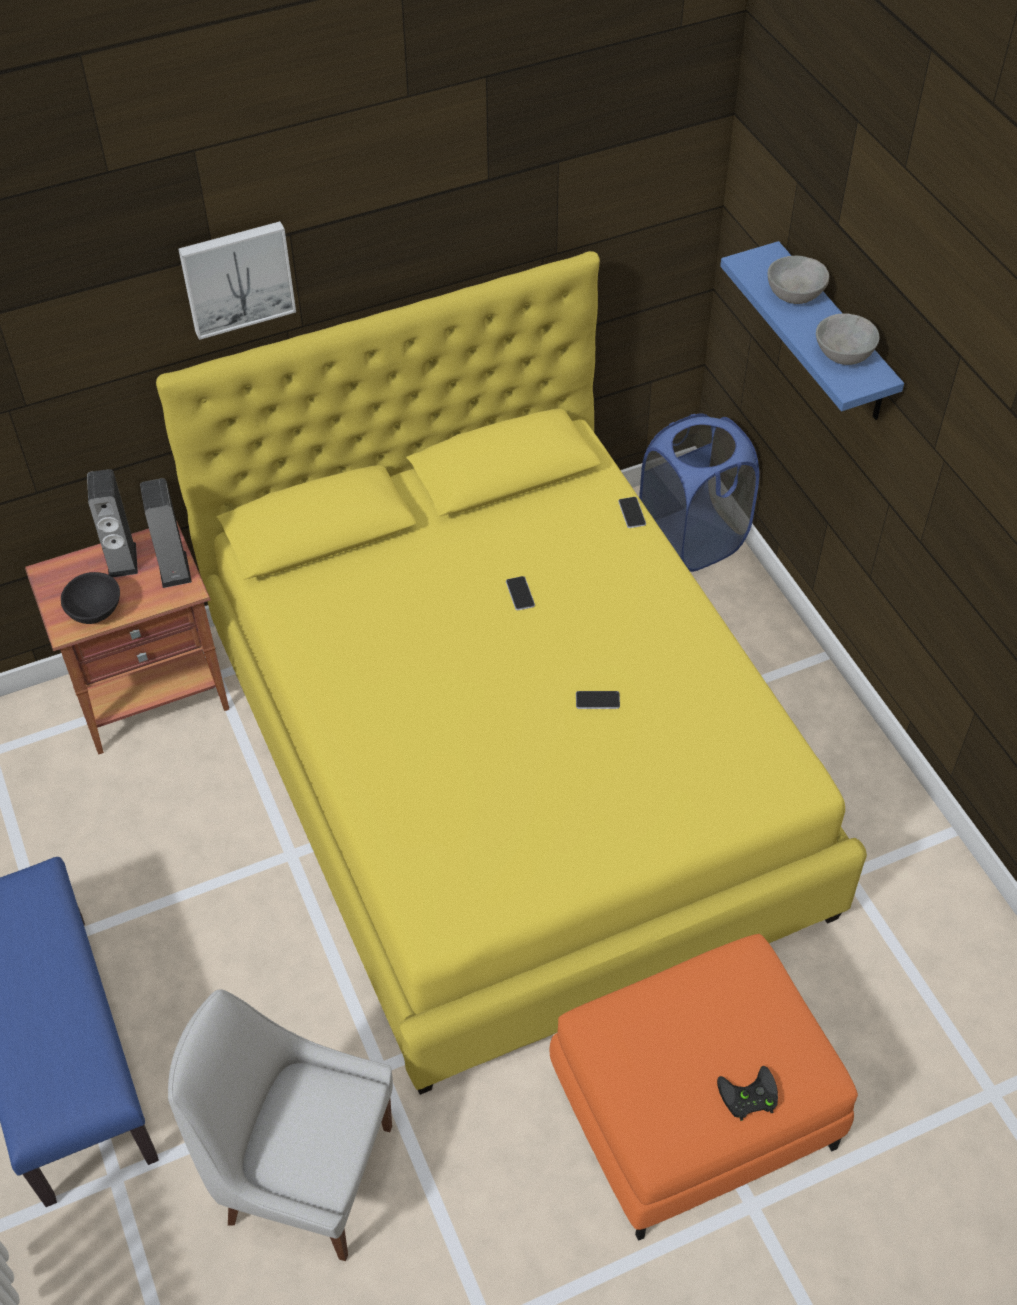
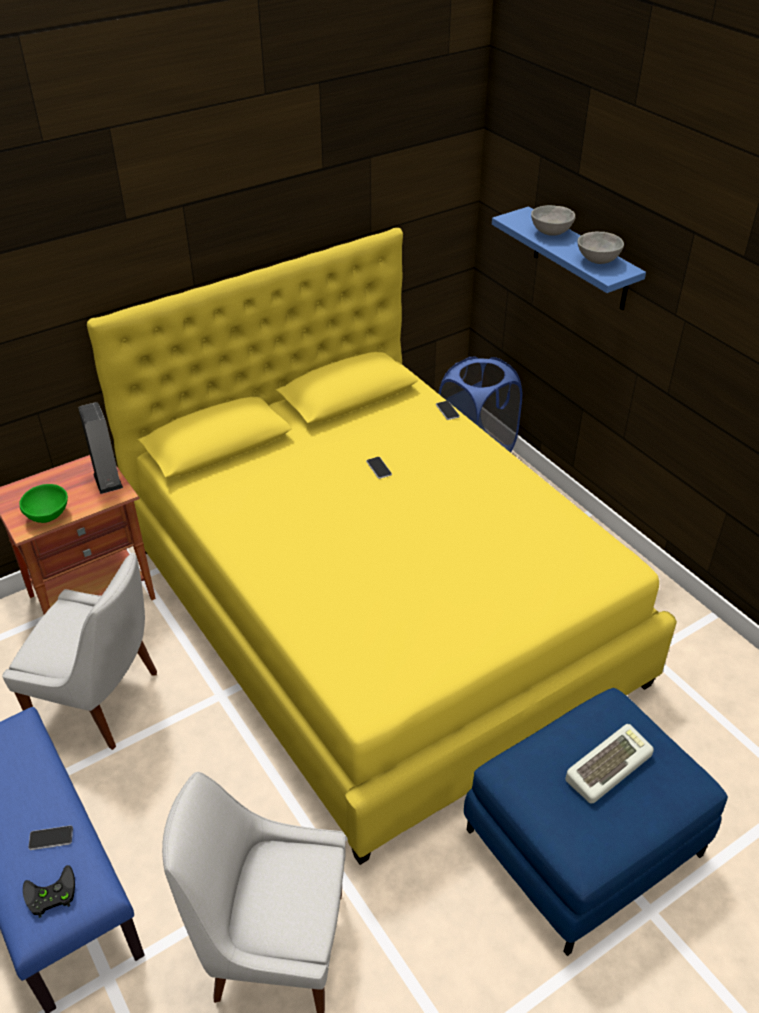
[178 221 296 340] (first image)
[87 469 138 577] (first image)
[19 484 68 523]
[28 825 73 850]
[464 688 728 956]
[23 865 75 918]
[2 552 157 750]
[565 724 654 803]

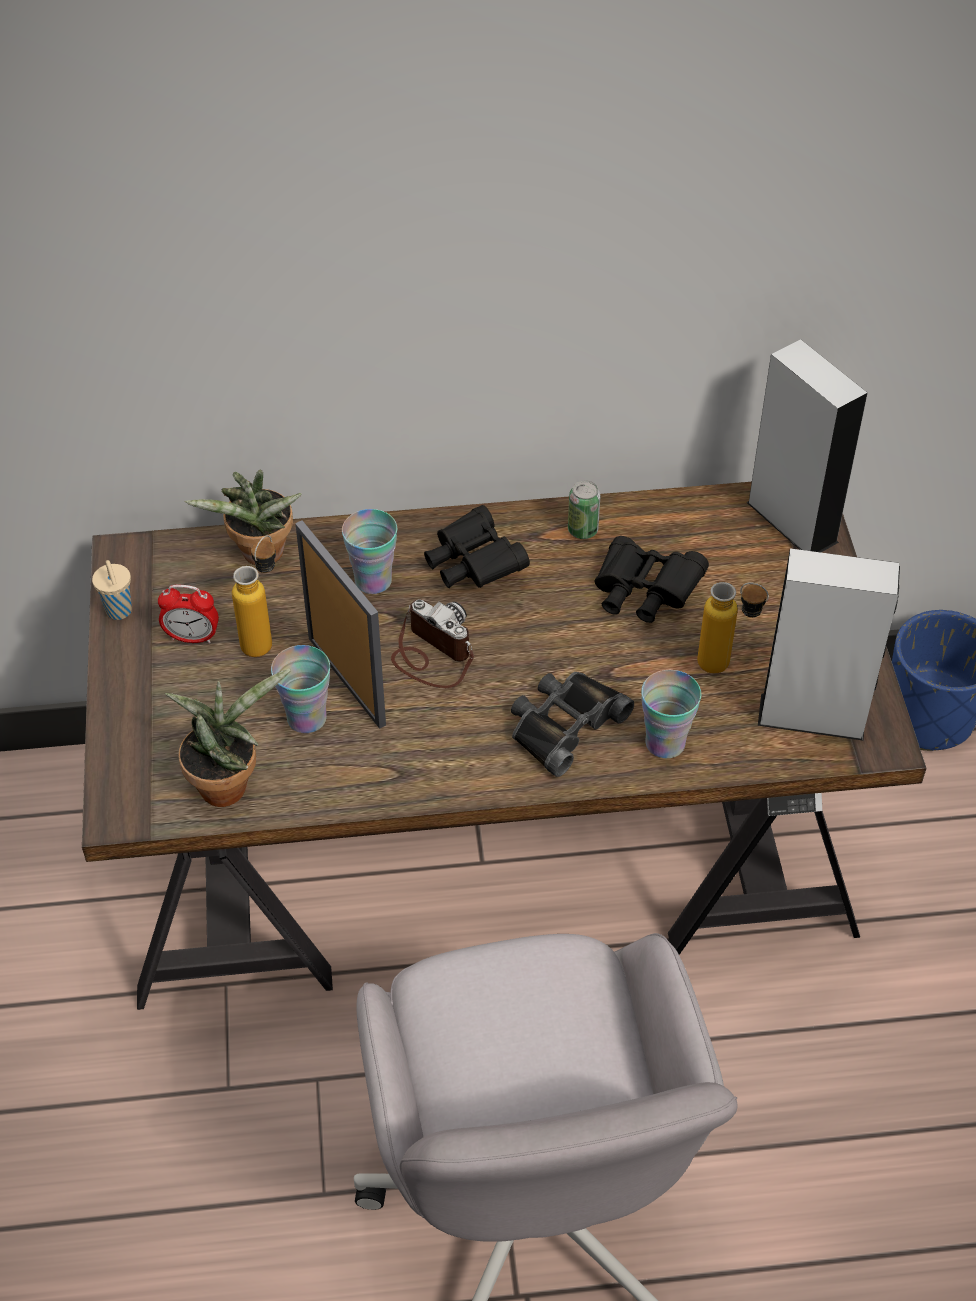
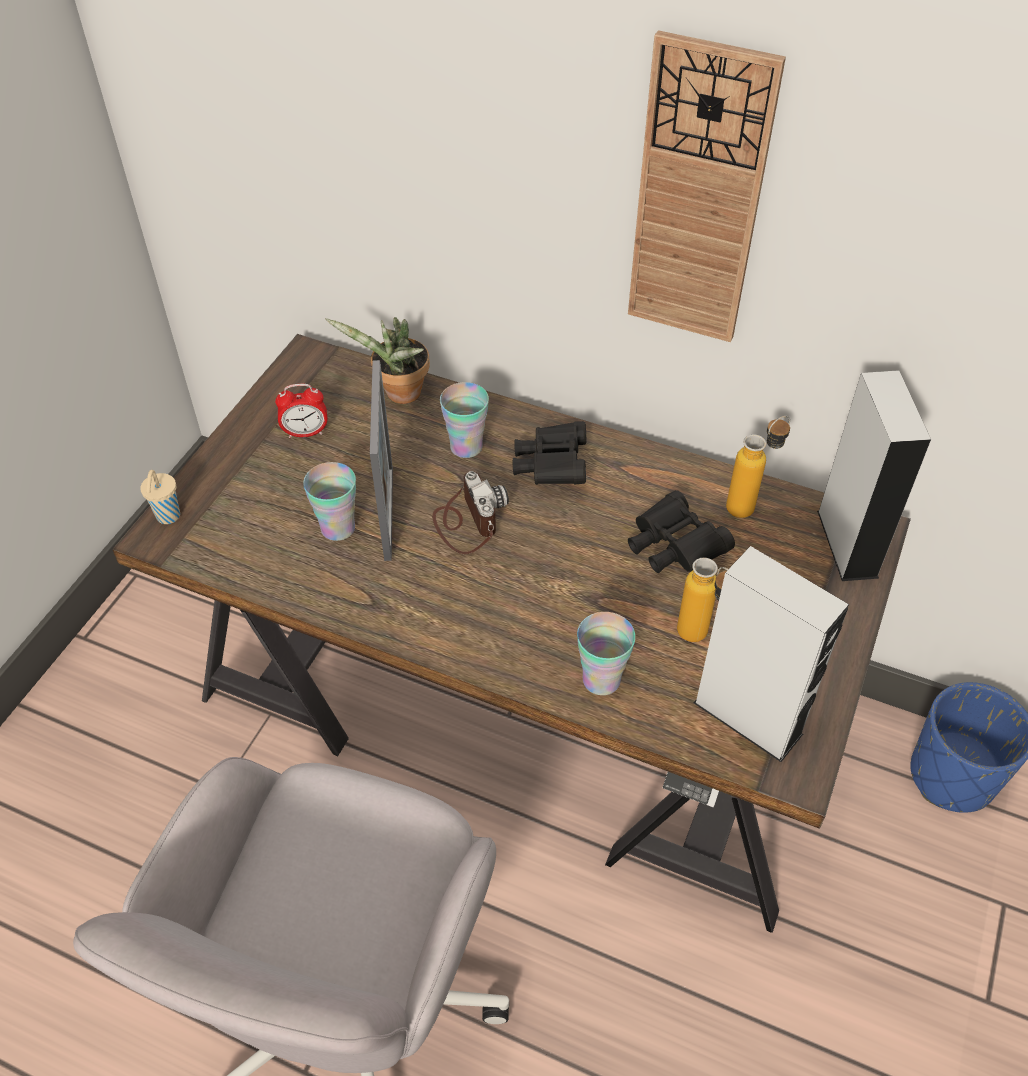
[568 480 600 539] (first image)
[726 416 790 518]
[140 470 180 524]
[275 384 328 438]
[165 669 291 807] (first image)
[511 672 634 777] (first image)
[628 30 786 342]

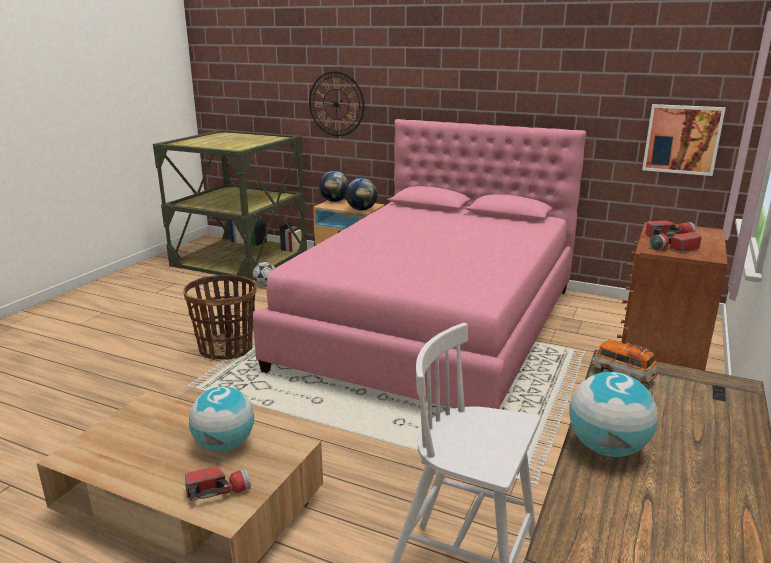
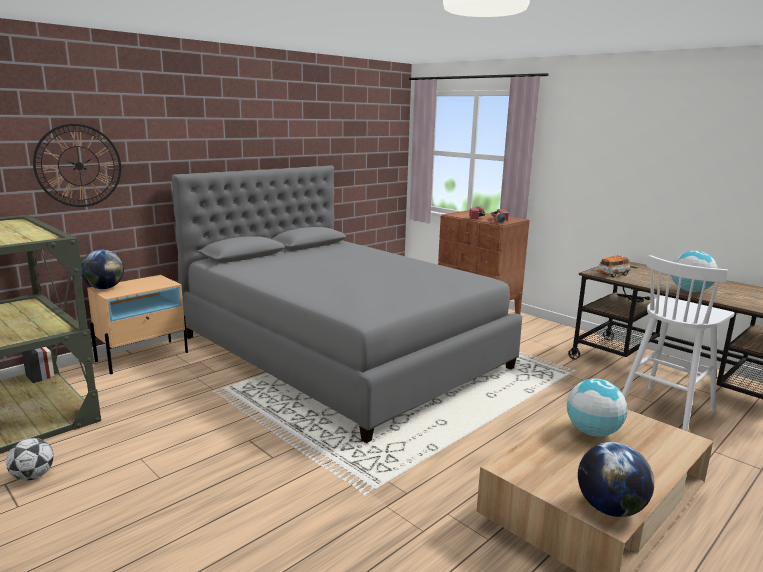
[642 104 726 176] (first image)
[172 165 522 443]
[578 442 654 517]
[6 438 54 481]
[183 275 256 360] (first image)
[185 466 251 501] (first image)

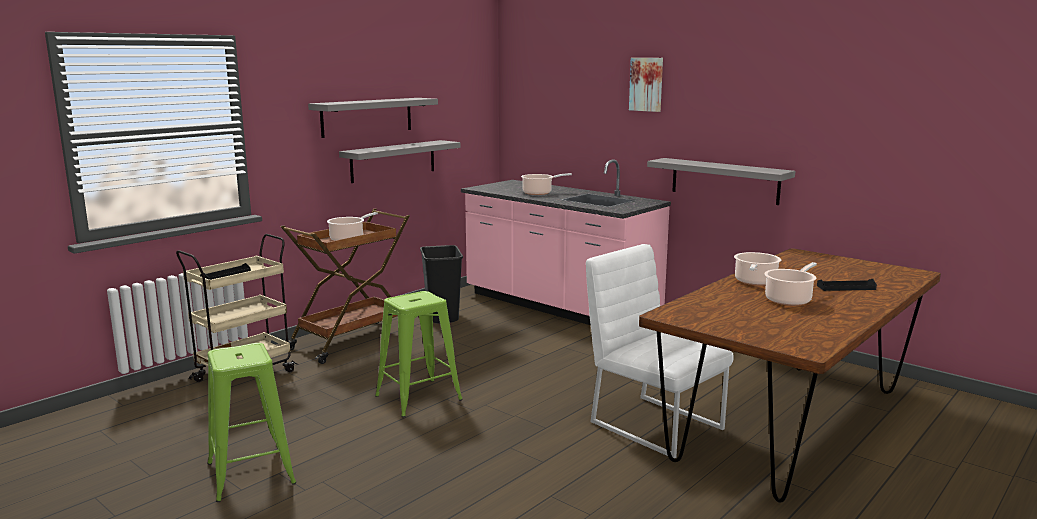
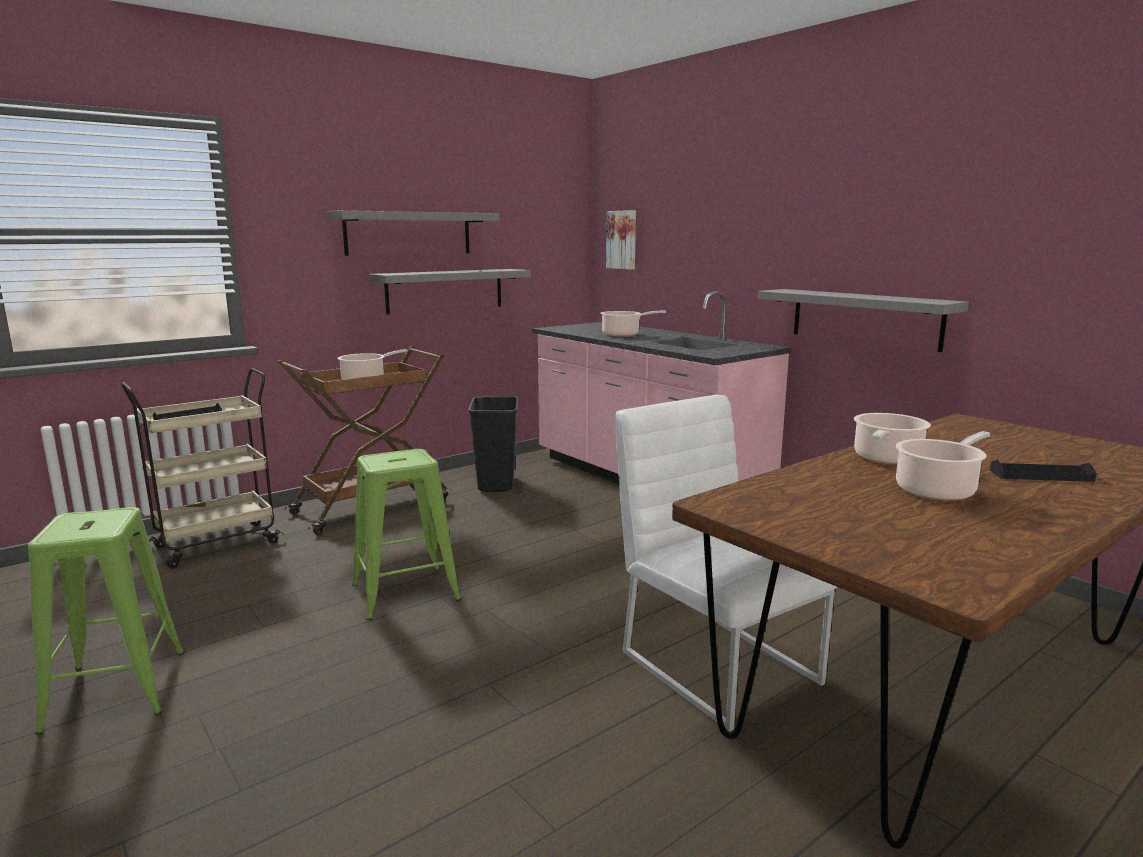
[606 210 636 270]

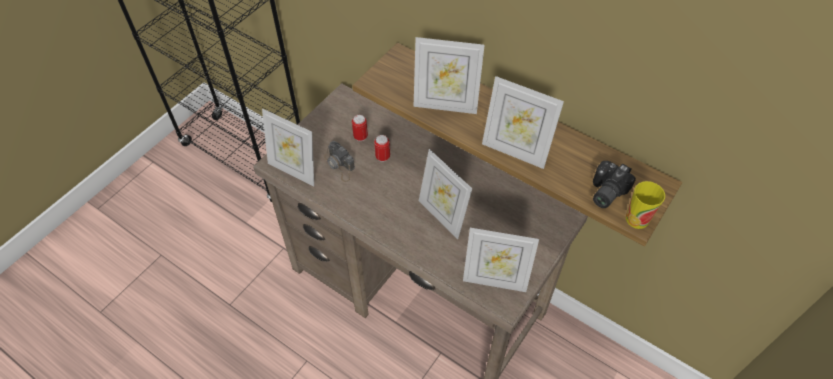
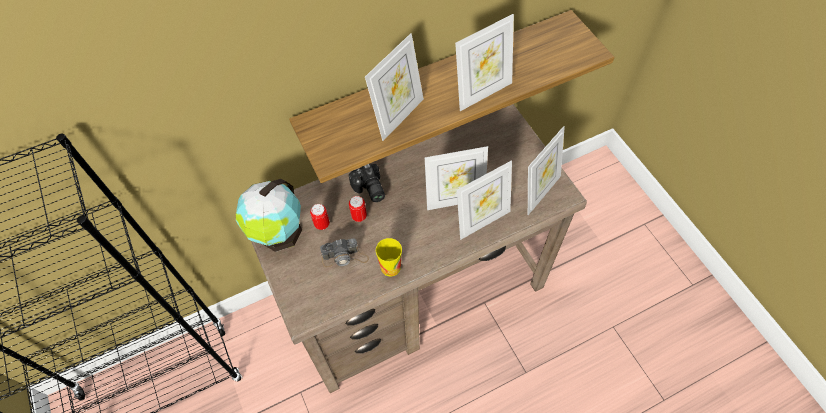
[457 160 512 240]
[349 164 385 202]
[376 238 402 276]
[236 179 302 252]

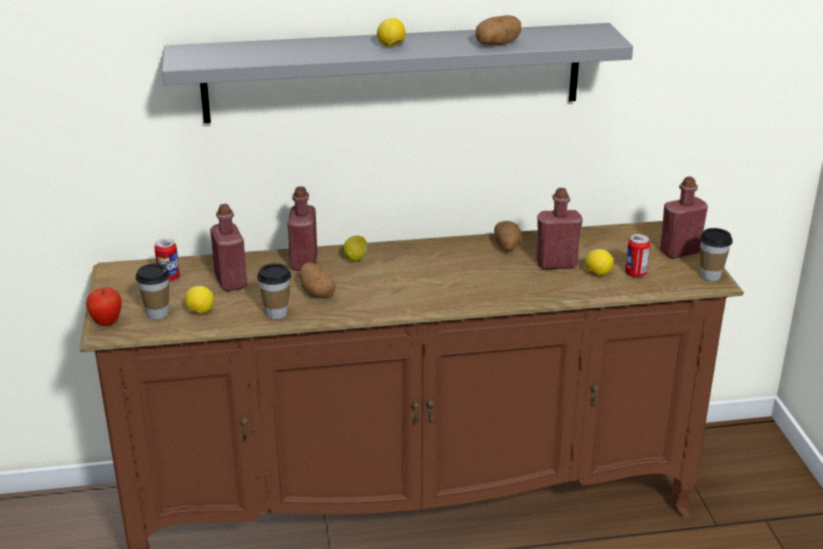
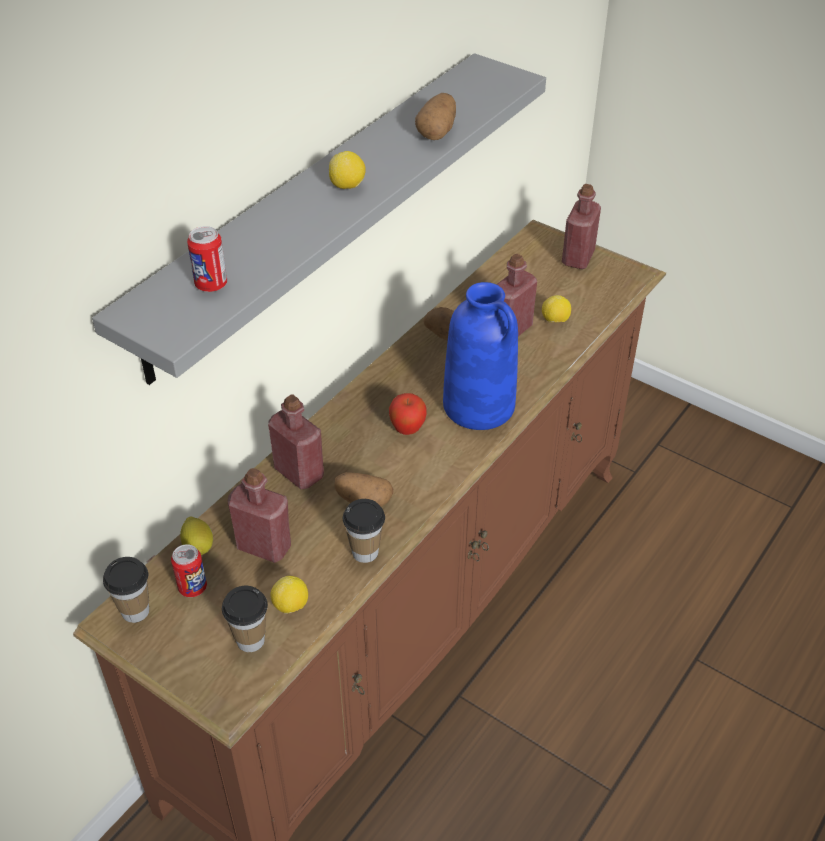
[103 557 149 623]
[187 226 227 292]
[180 516 213 555]
[389 393 427 435]
[443 282 518 430]

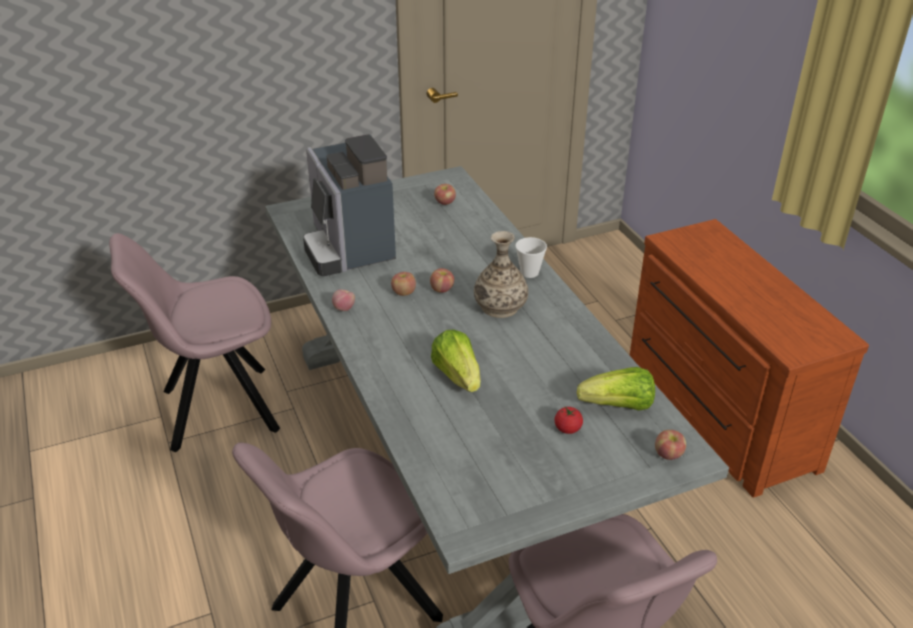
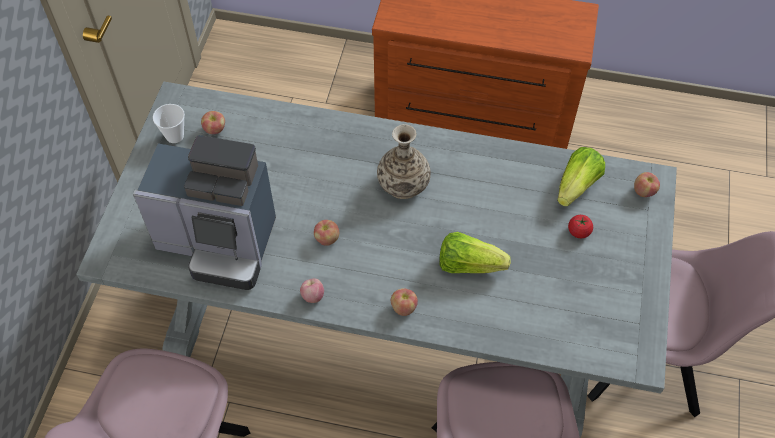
[153 104 185 143]
[391 288 418 316]

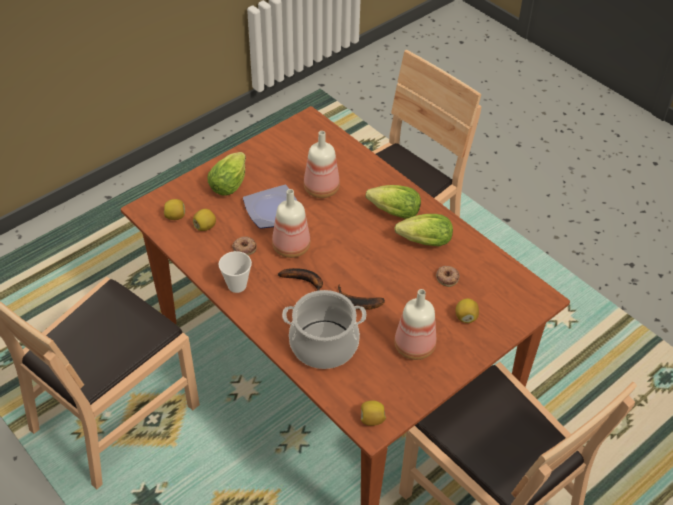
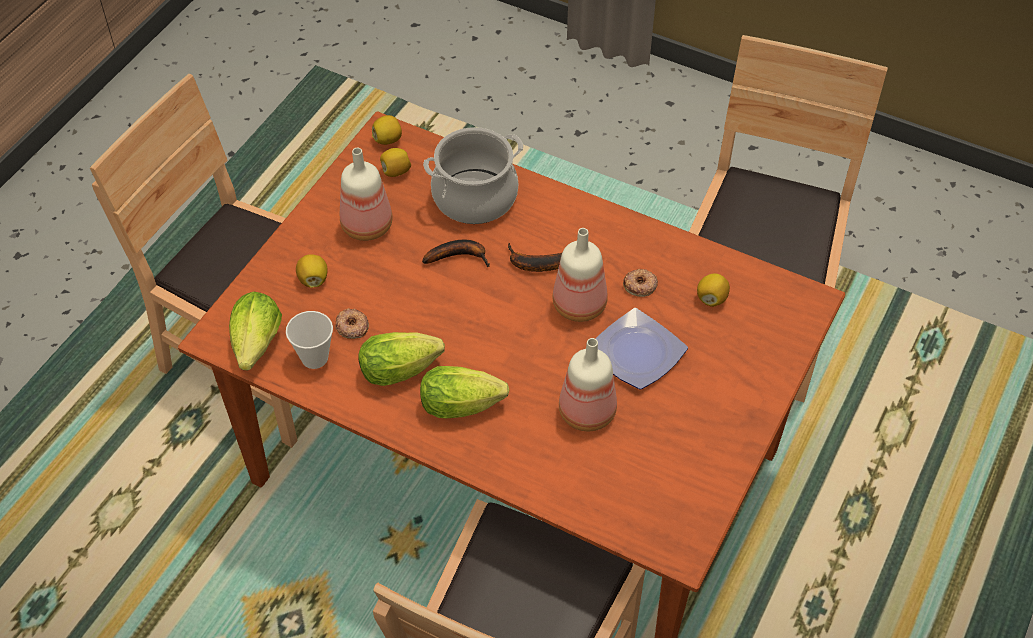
[229 292 282 370]
[380 148 411 177]
[286 311 333 369]

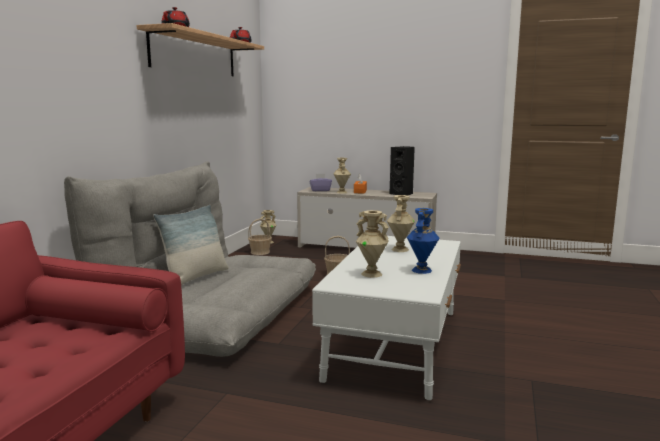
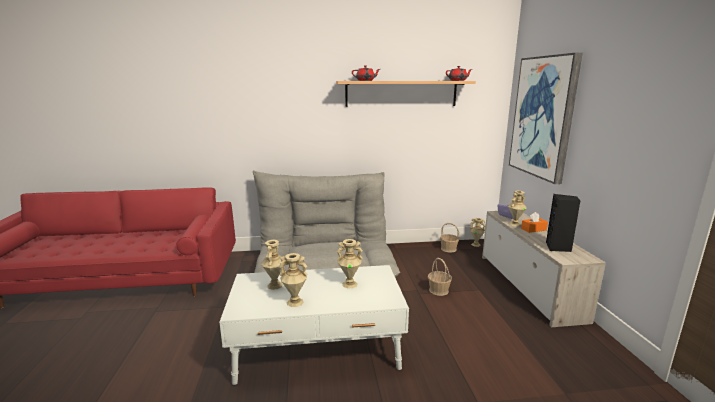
[153 204 229 285] (first image)
[279 253 308 307]
[509 53 583 184]

